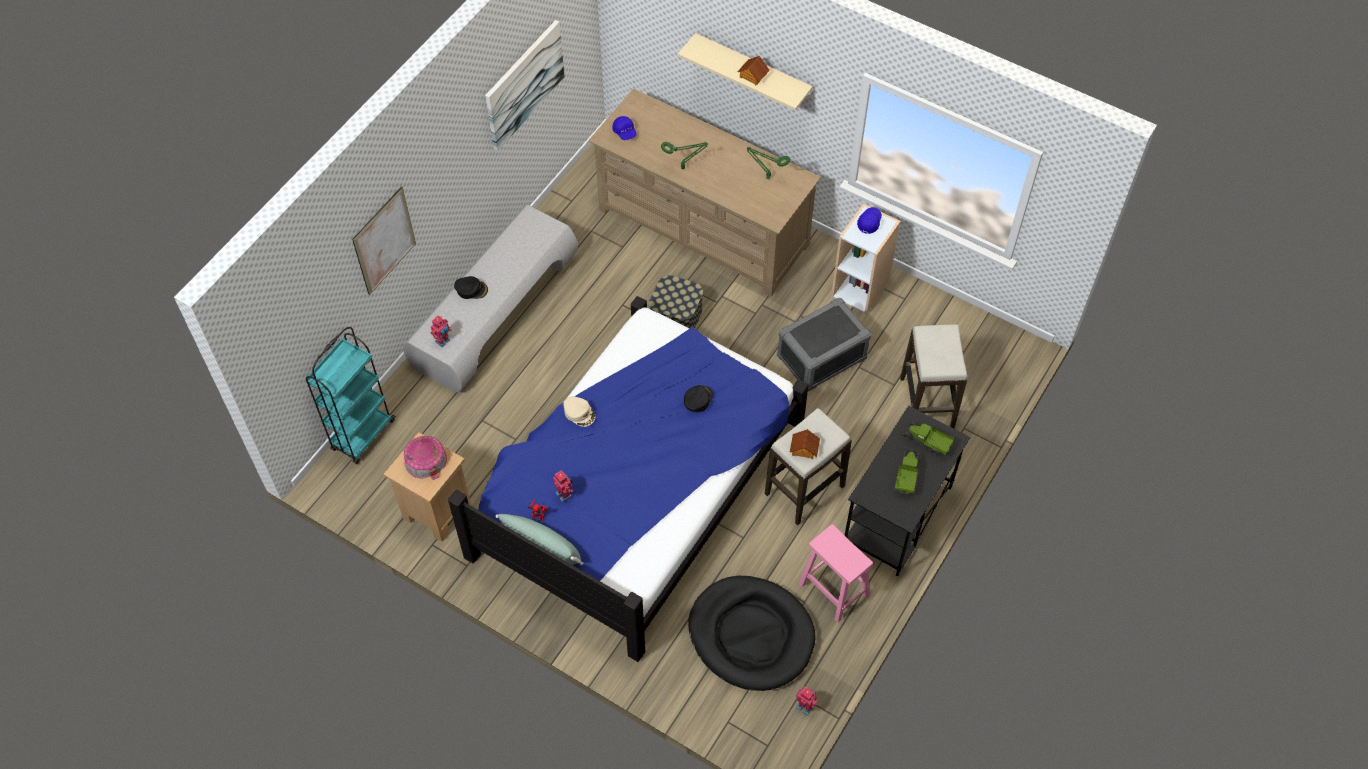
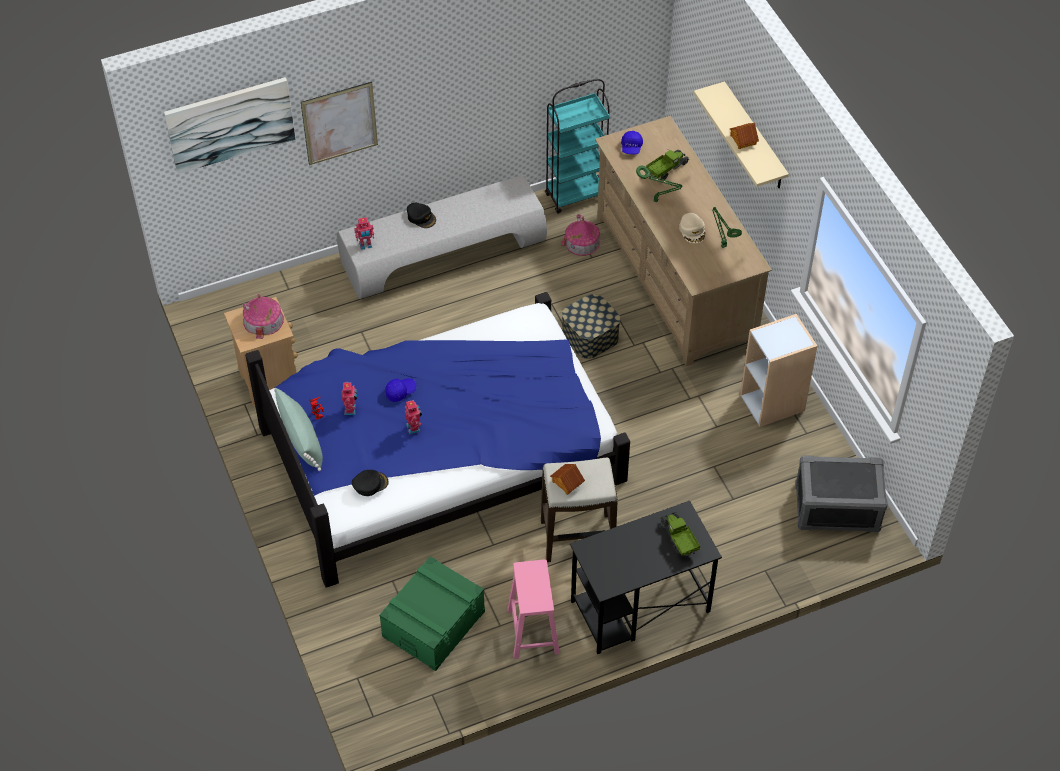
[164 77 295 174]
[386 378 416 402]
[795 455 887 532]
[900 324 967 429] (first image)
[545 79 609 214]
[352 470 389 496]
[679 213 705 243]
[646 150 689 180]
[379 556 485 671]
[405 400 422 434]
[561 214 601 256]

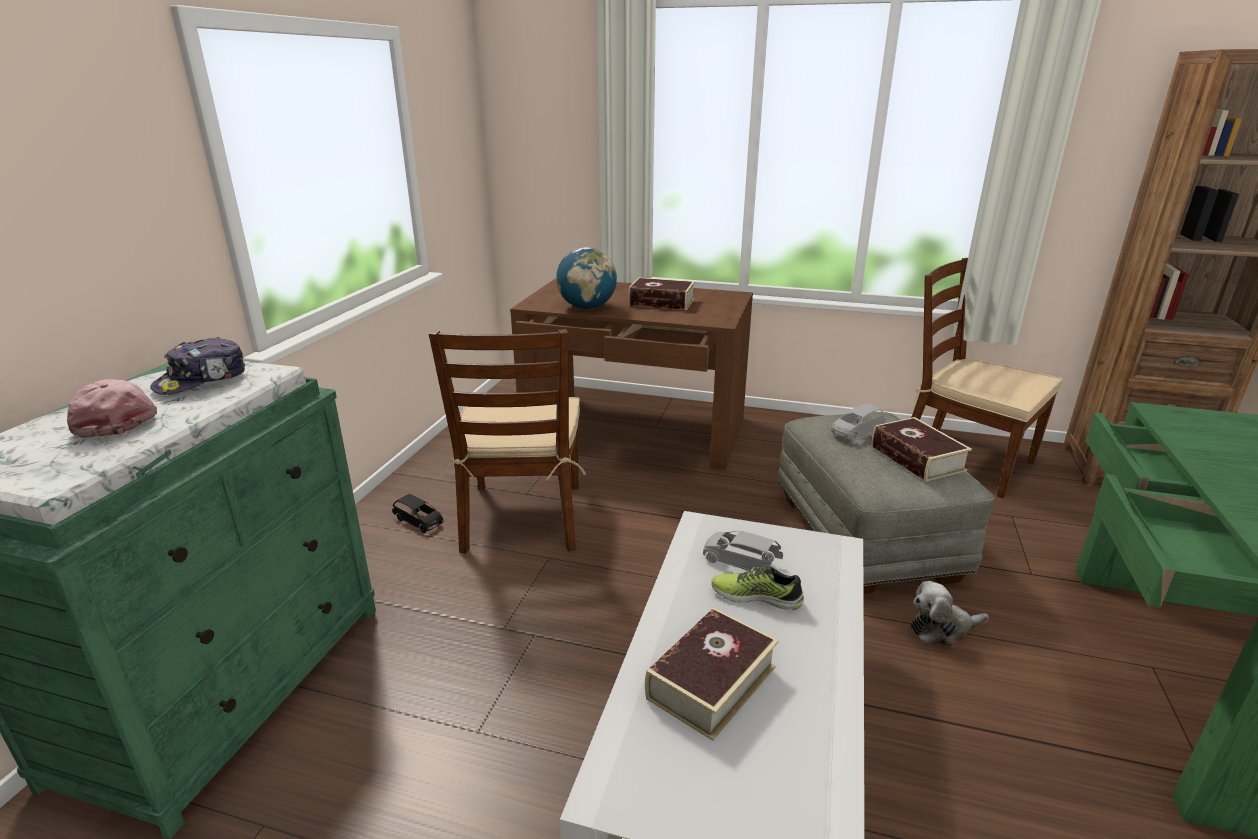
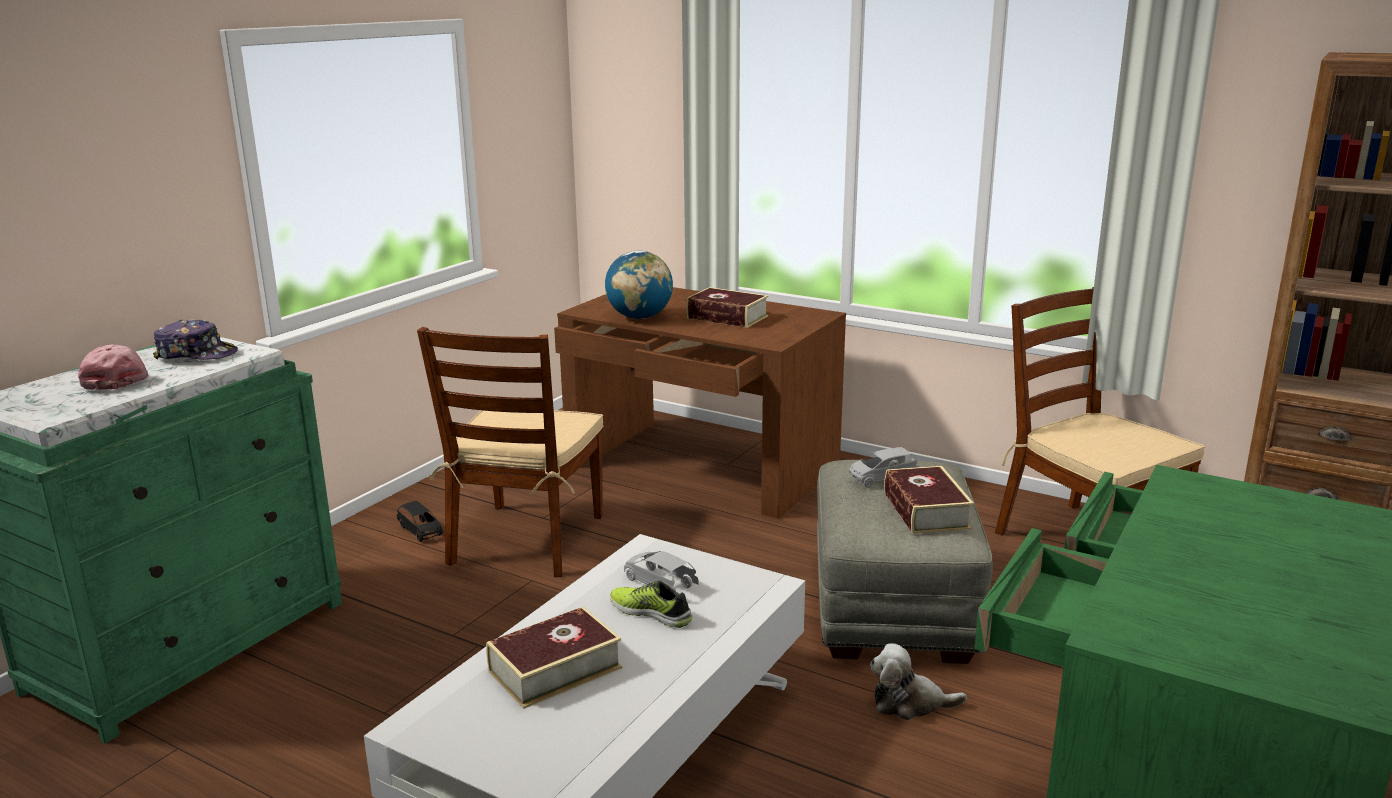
[153 319 238 360]

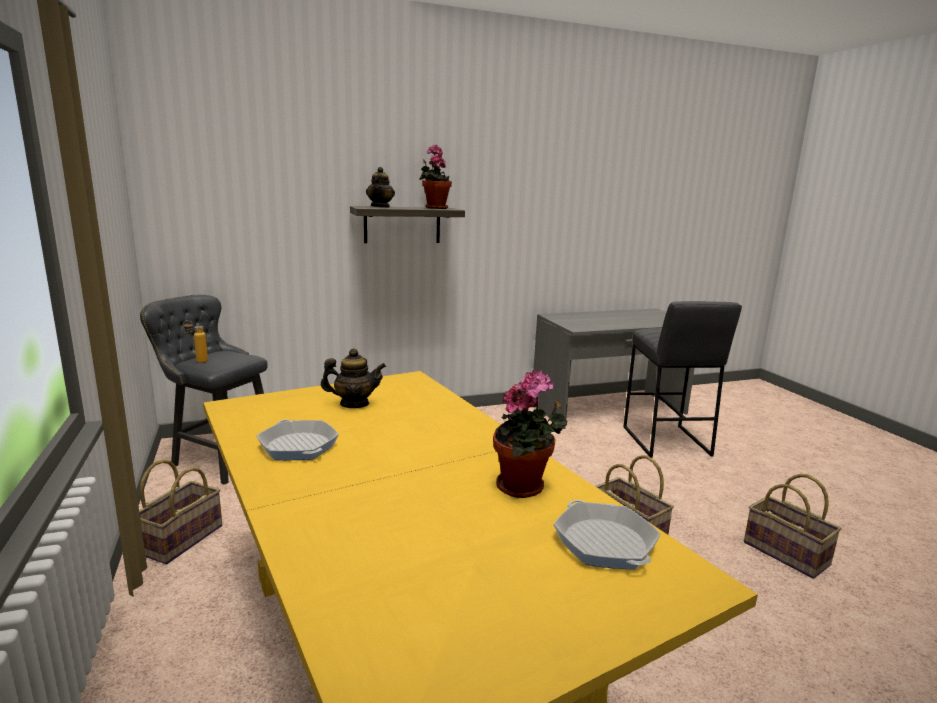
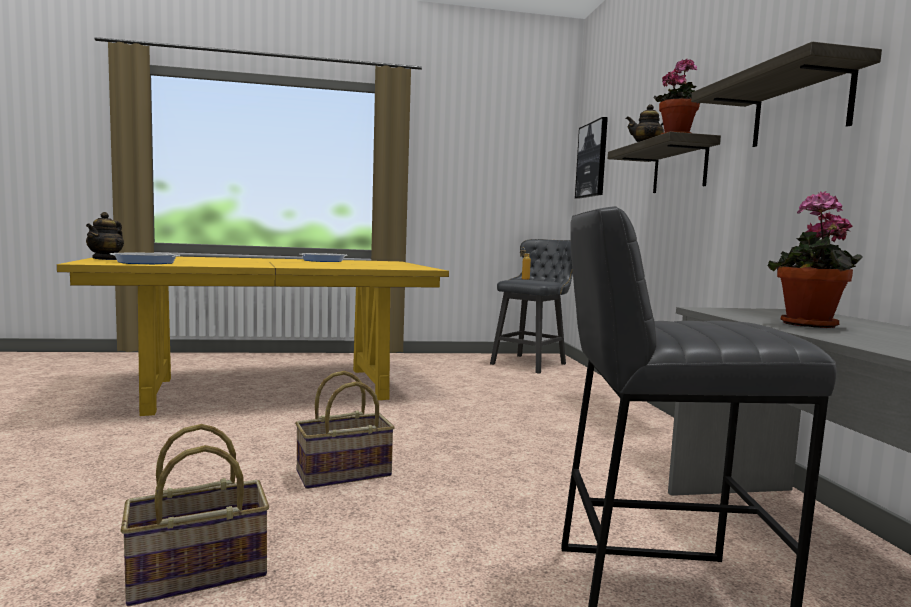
[86 212 124 260]
[768 191 863 328]
[139 459 222 564] (first image)
[691 42 882 147]
[575 117 608 199]

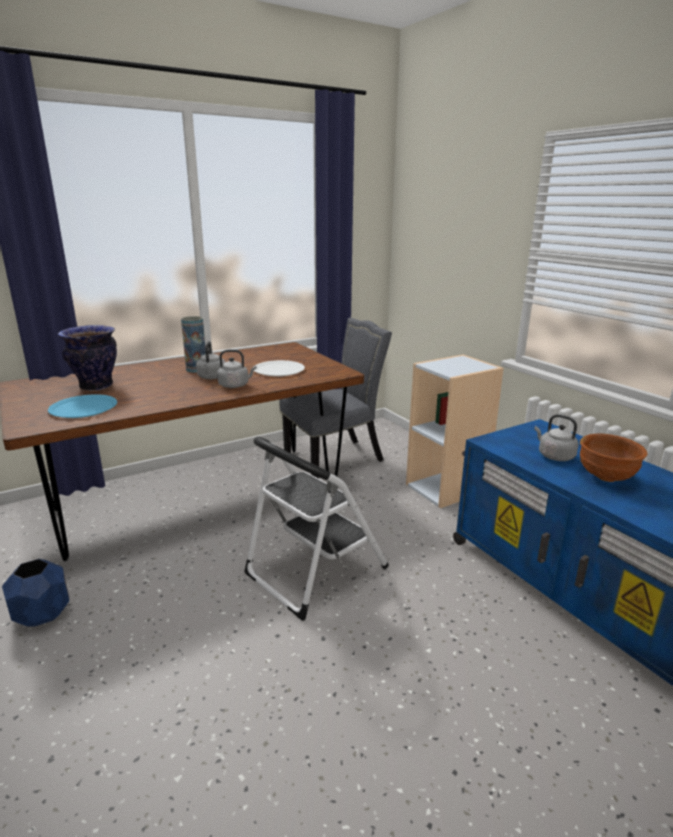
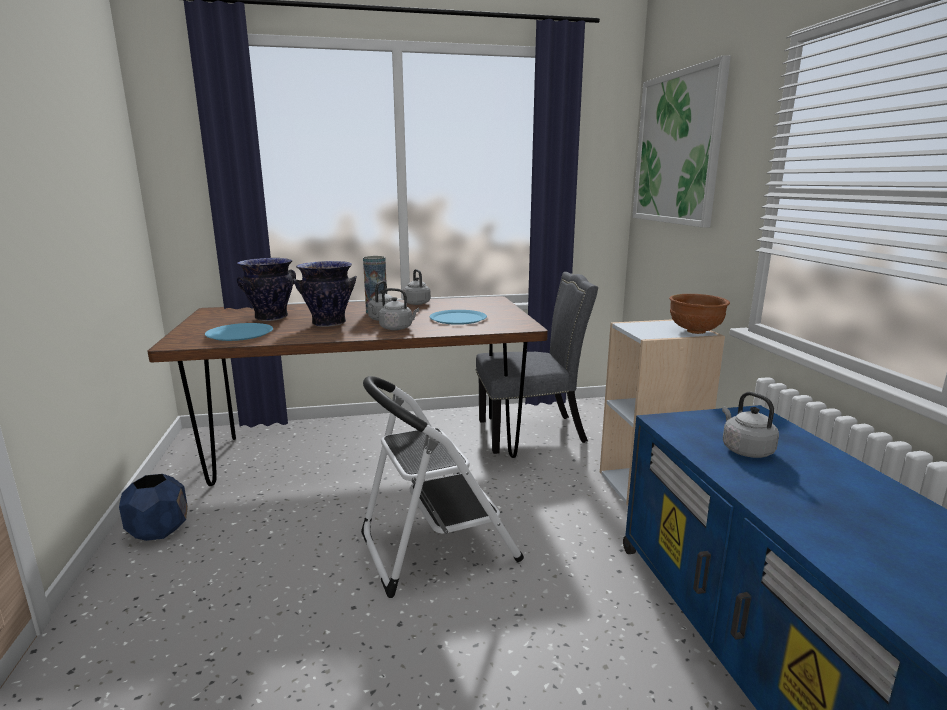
[430 310 487 325]
[669 294 730 334]
[632 55 731 228]
[293 261 357 327]
[403 269 431 305]

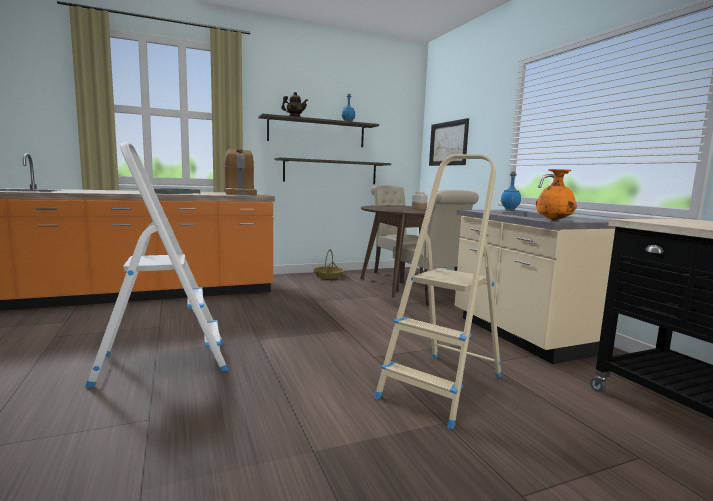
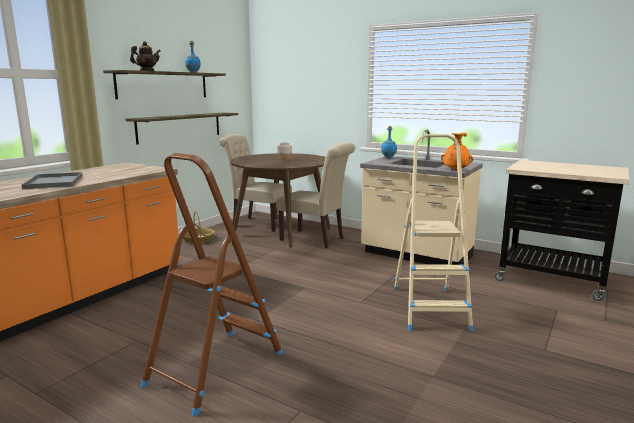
[429 118 469 166] (first image)
[140 153 283 417]
[224 149 257 195] (first image)

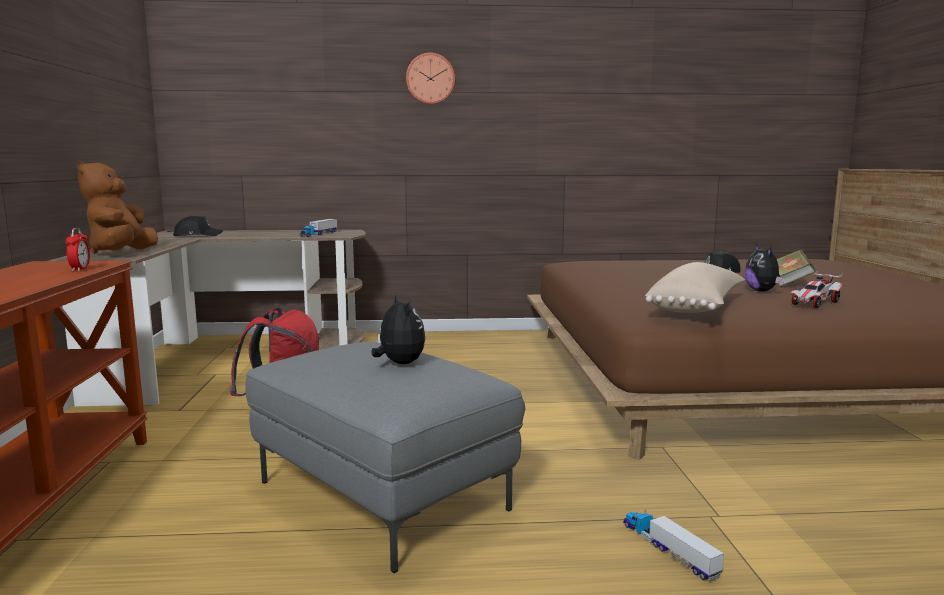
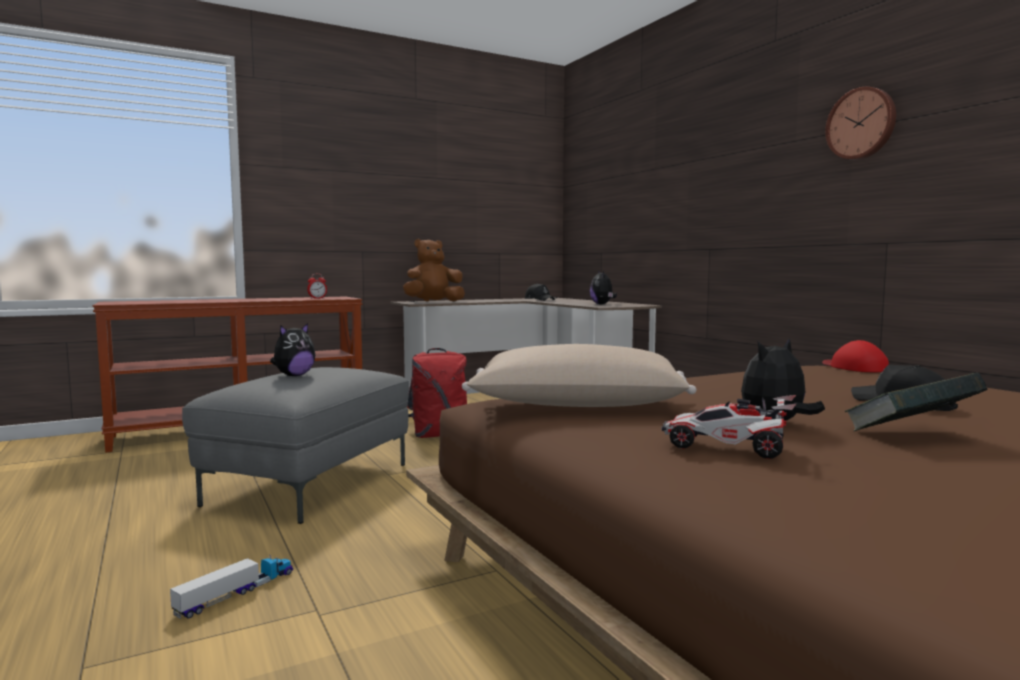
[825 87 896 160]
[590 271 617 305]
[822 340 889 372]

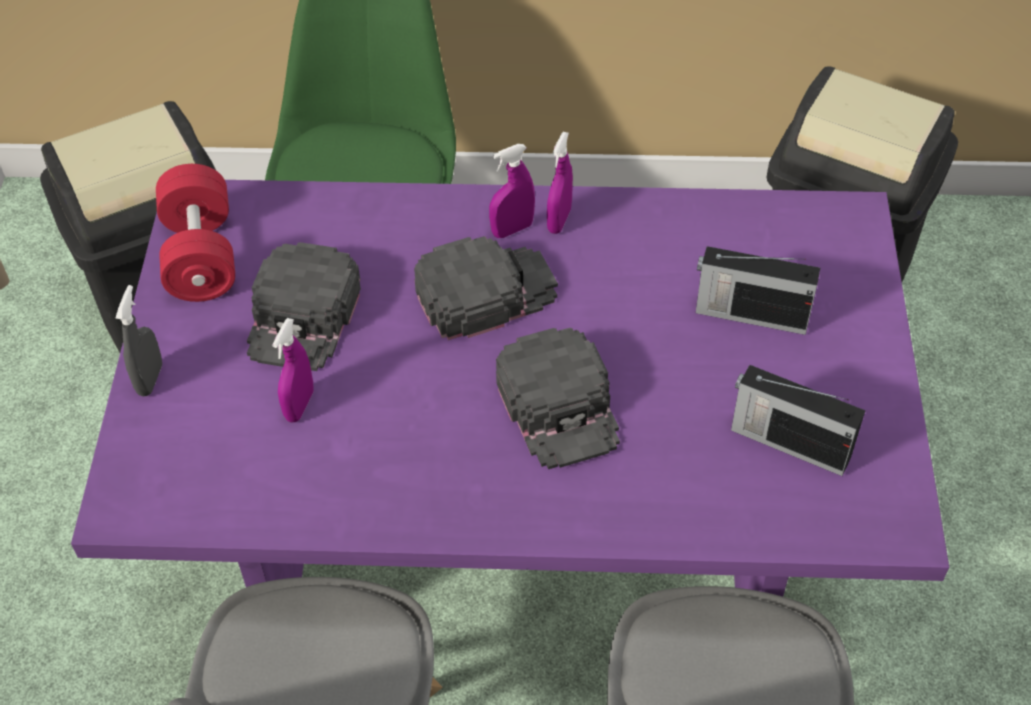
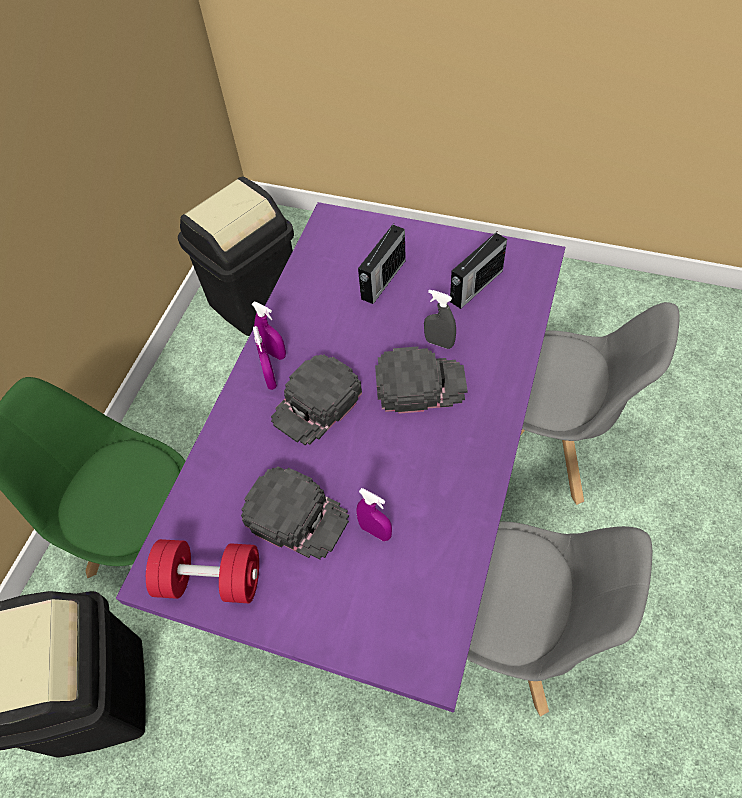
[271 354 362 445]
[424 289 456 349]

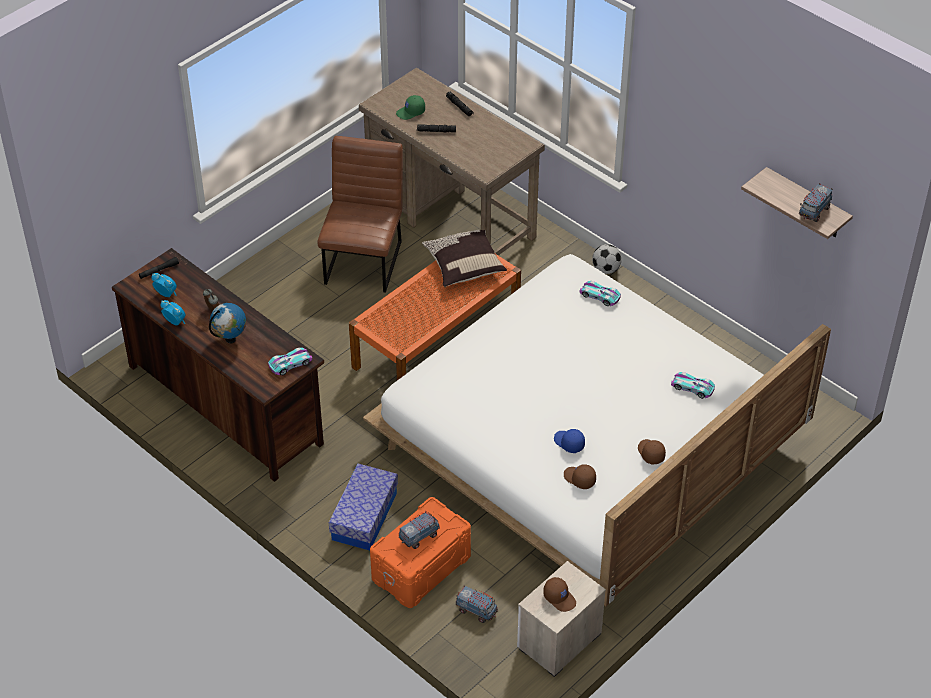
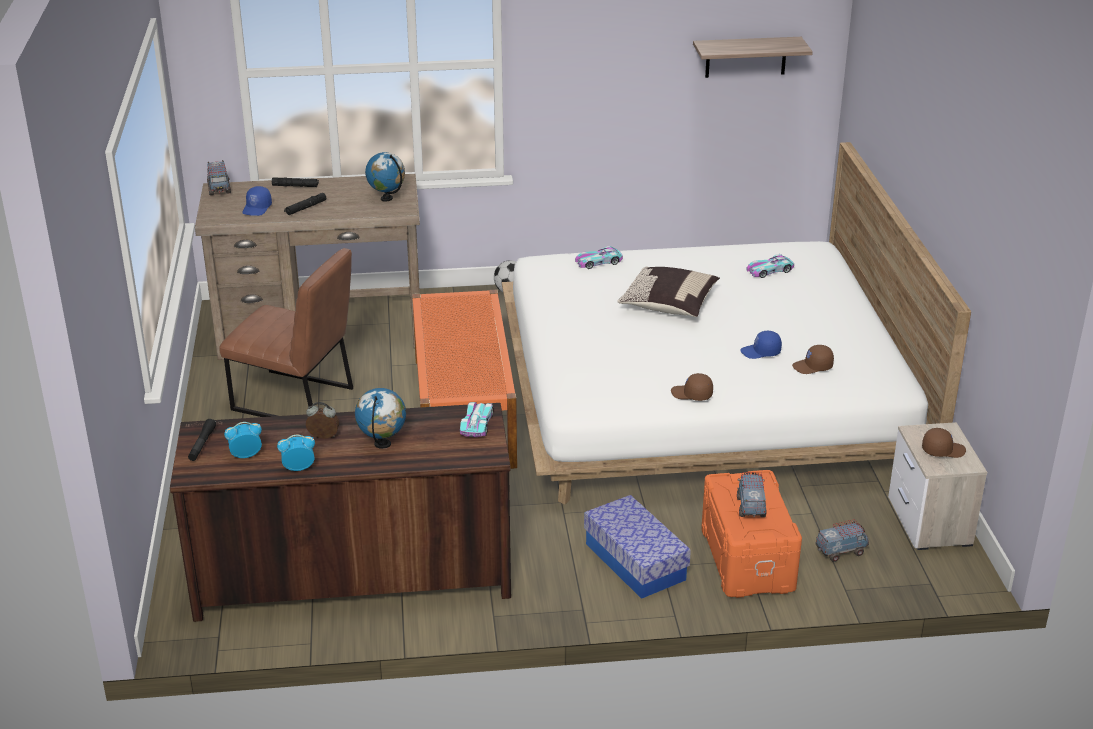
[242 186 272 216]
[219 248 353 417]
[207 160 231 195]
[617 267 720 317]
[671 373 713 401]
[365 152 405 202]

